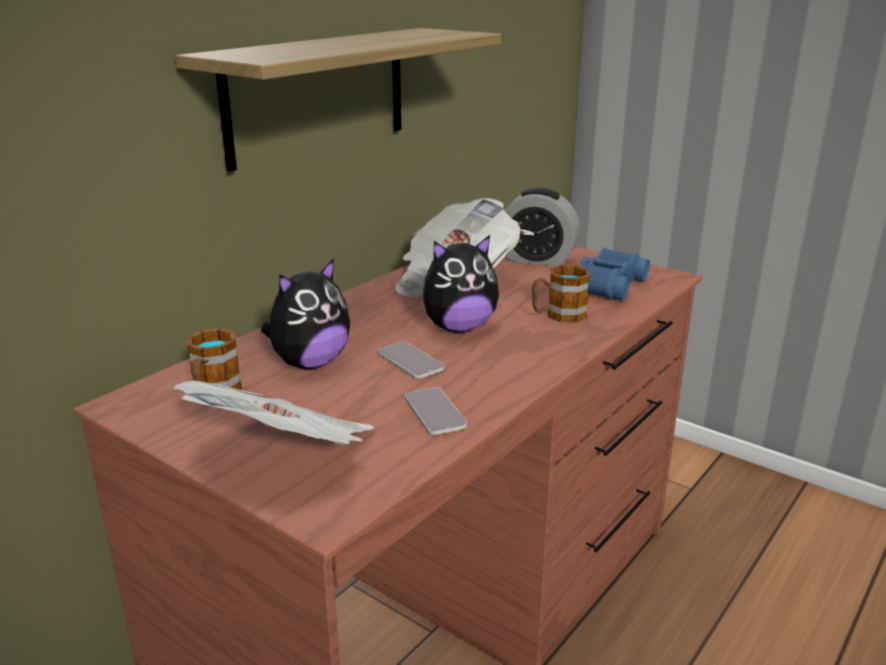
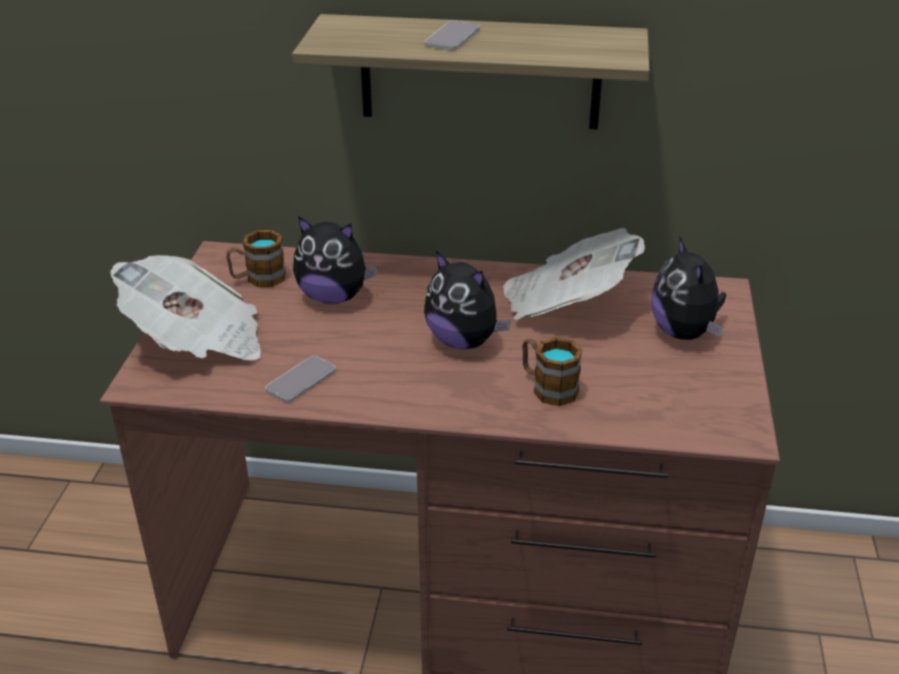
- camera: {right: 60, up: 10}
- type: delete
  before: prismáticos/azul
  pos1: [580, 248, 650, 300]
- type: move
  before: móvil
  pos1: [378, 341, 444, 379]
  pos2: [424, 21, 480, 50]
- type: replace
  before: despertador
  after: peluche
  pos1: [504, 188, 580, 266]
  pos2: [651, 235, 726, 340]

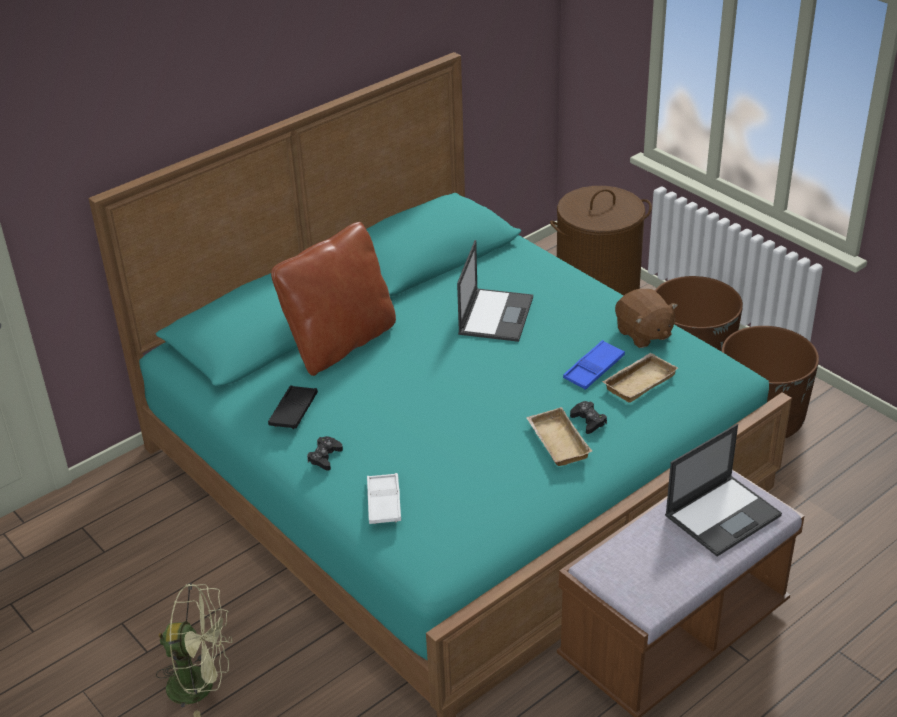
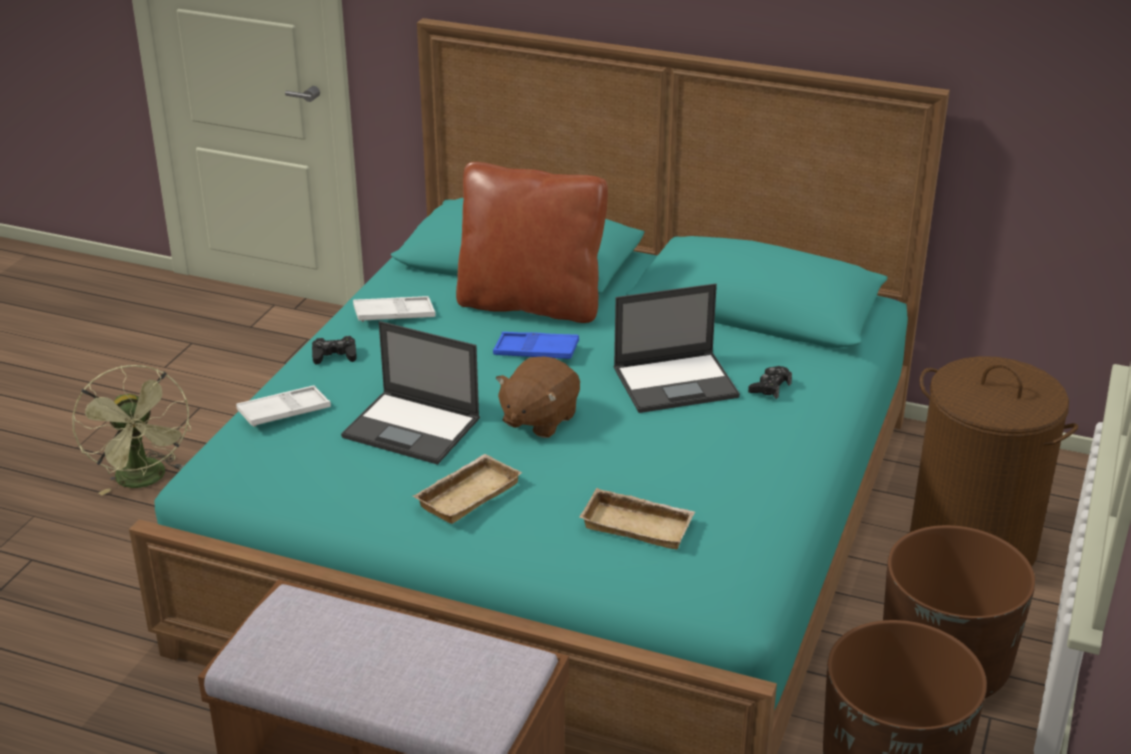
- camera: {right: 60, up: -5}
- type: move
  before: bandeja/azul
  pos1: [563, 340, 625, 390]
  pos2: [493, 332, 579, 359]
- type: move
  before: mando de consola/negro
  pos1: [570, 401, 607, 434]
  pos2: [748, 366, 792, 399]
- type: move
  before: peluche/marrón
  pos1: [615, 289, 678, 348]
  pos2: [496, 357, 580, 438]
- type: move
  before: portátil
  pos1: [665, 424, 782, 557]
  pos2: [341, 321, 480, 465]
- type: recolor
  before: bandeja/negro
  after: bandeja/blanco
  pos1: [268, 385, 318, 429]
  pos2: [353, 296, 436, 322]

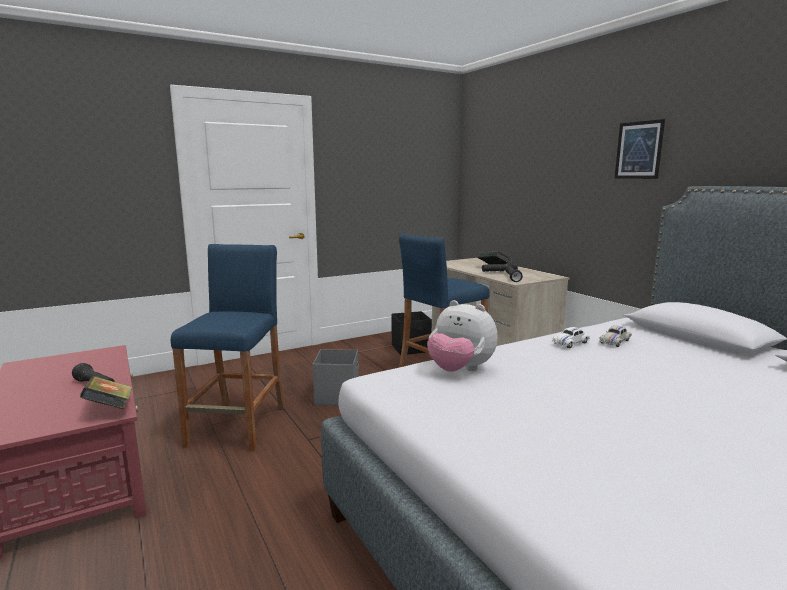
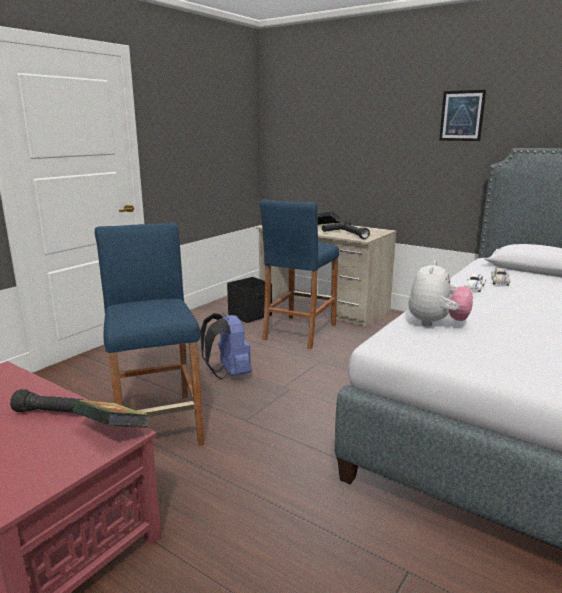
- camera: {right: -25, up: 5}
- type: replace
  before: caja de almacenaje/gris
  after: mochila/azul
  pos1: [313, 349, 359, 406]
  pos2: [200, 312, 252, 379]
- type: rotate
  before: peluche
  pos1: [427, 300, 498, 372]
  pos2: [408, 260, 473, 327]
  turn: -75

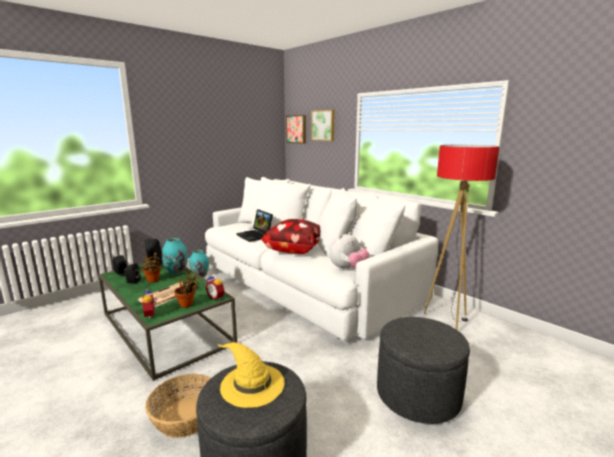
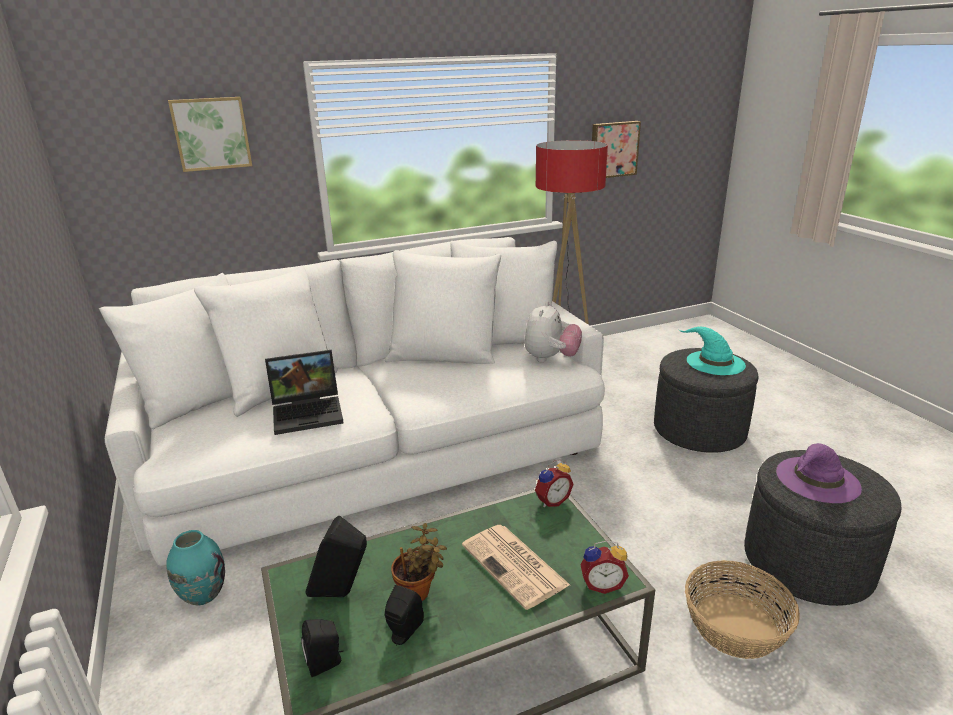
- camera: {right: -70, up: 10}
- type: delete
  before: florero/turquesa
  pos1: [162, 238, 188, 274]
- type: delete
  before: planta en maceta
  pos1: [174, 269, 200, 308]
- type: delete
  before: cojín
  pos1: [260, 219, 320, 254]
- type: insert
  after: sombrero/turquesa
  pos2: [679, 327, 746, 375]
- type: move
  before: cuadro
  pos1: [286, 115, 306, 144]
  pos2: [592, 121, 641, 178]
- type: recolor
  before: sombrero/amarillo
  after: sombrero/morado
  pos1: [218, 342, 285, 408]
  pos2: [776, 443, 862, 503]
- type: rotate
  before: peluche
  pos1: [330, 232, 370, 271]
  pos2: [524, 301, 582, 362]
  turn: 45

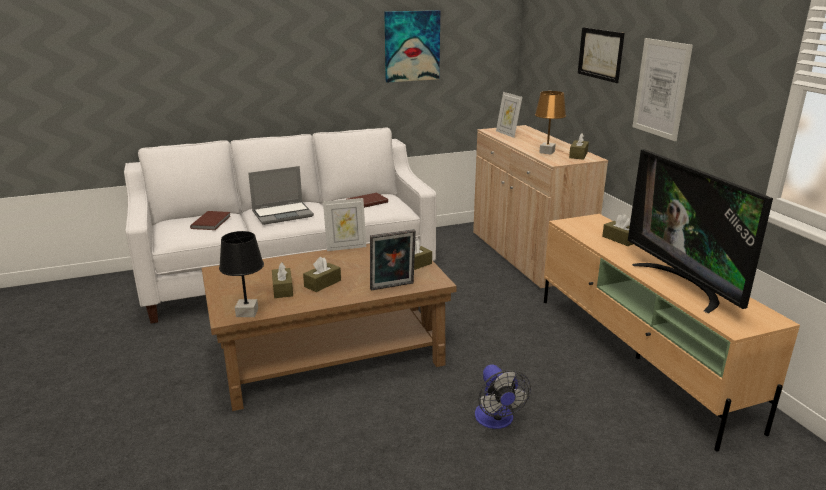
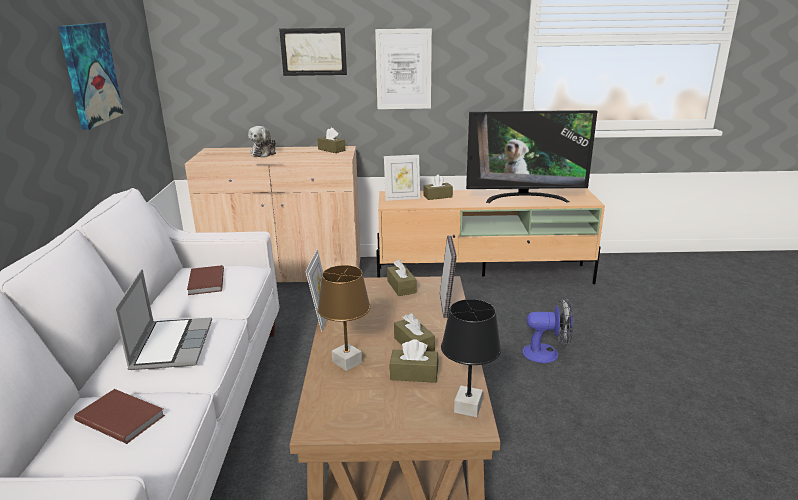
- camera: {right: -70, up: 0}
- type: insert
  after: peluche
  pos2: [248, 126, 276, 157]
- type: move
  before: portarretratos
  pos1: [496, 92, 522, 138]
  pos2: [384, 155, 420, 201]
- type: move
  before: lámpara de mesa/marrón
  pos1: [535, 91, 566, 155]
  pos2: [318, 265, 371, 371]

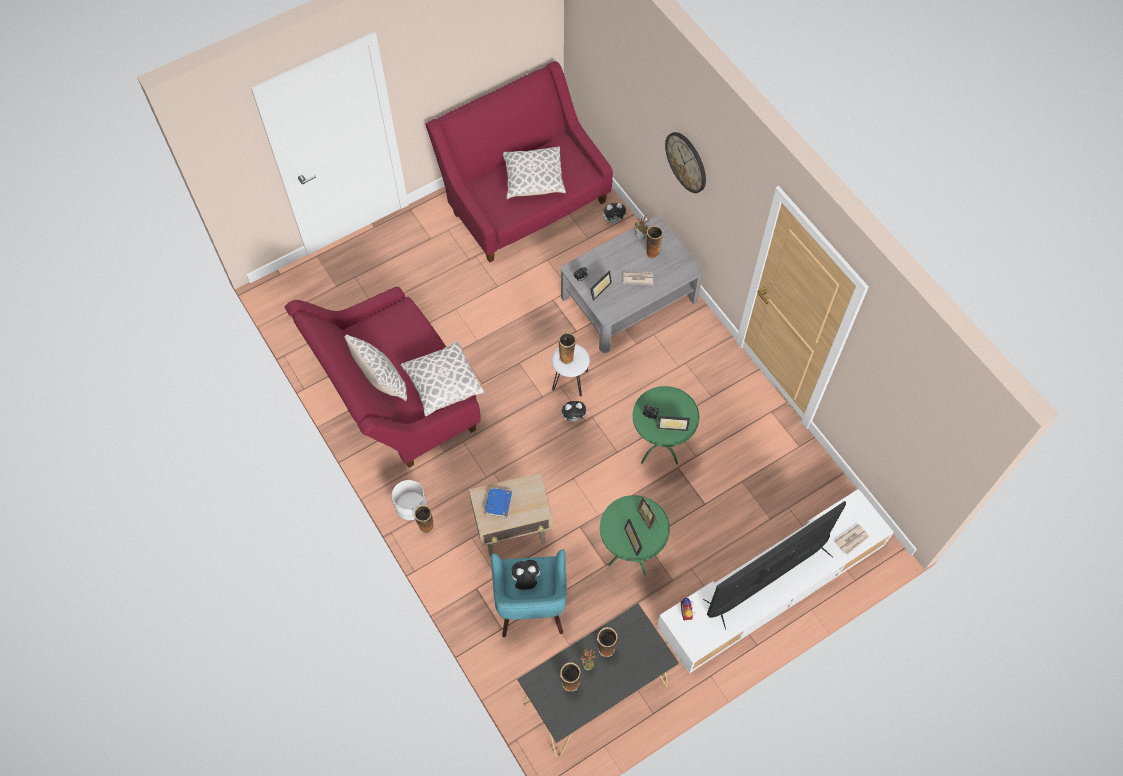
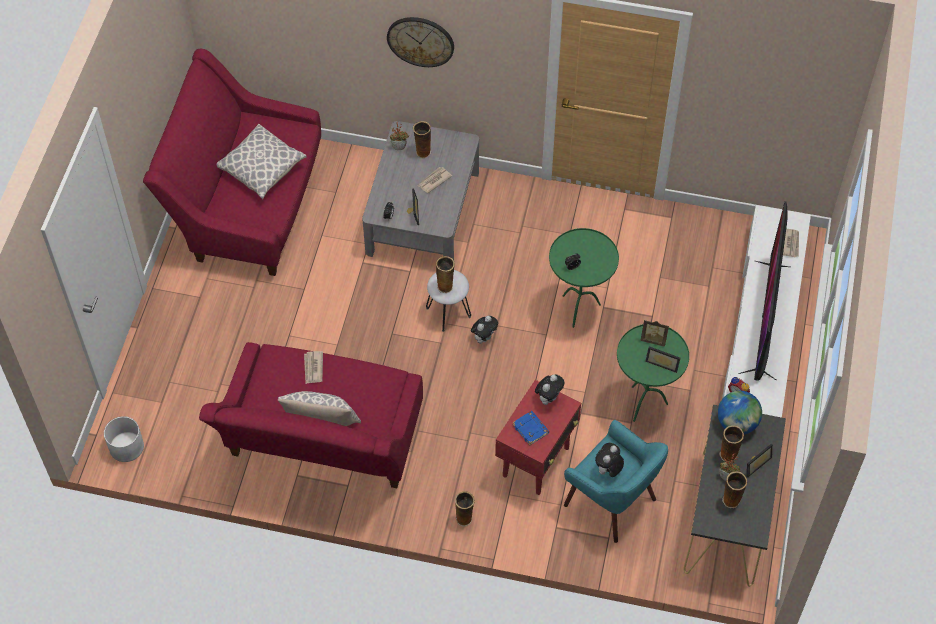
- camera: {right: -45, up: -5}
- type: delete
  before: cojín
  pos1: [401, 341, 485, 417]
- type: insert
  after: periódico
  pos2: [304, 351, 323, 384]
- type: insert
  after: globo terráqueo
  pos2: [718, 391, 762, 434]
- type: move
  before: maceta/blanco
  pos1: [392, 480, 427, 520]
  pos2: [104, 416, 144, 462]
- type: move
  before: peluche
  pos1: [603, 203, 628, 224]
  pos2: [535, 374, 565, 405]
- type: move
  before: portarretratos
  pos1: [657, 416, 690, 431]
  pos2: [747, 444, 773, 477]
- type: recolor
  before: mesa auxiliar/beis
  after: mesa auxiliar/rojo
  pos1: [469, 473, 553, 556]
  pos2: [495, 380, 581, 495]

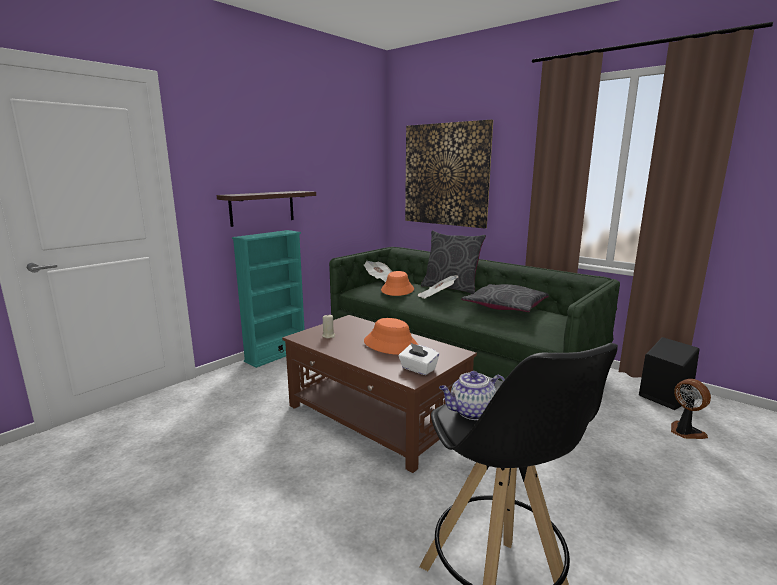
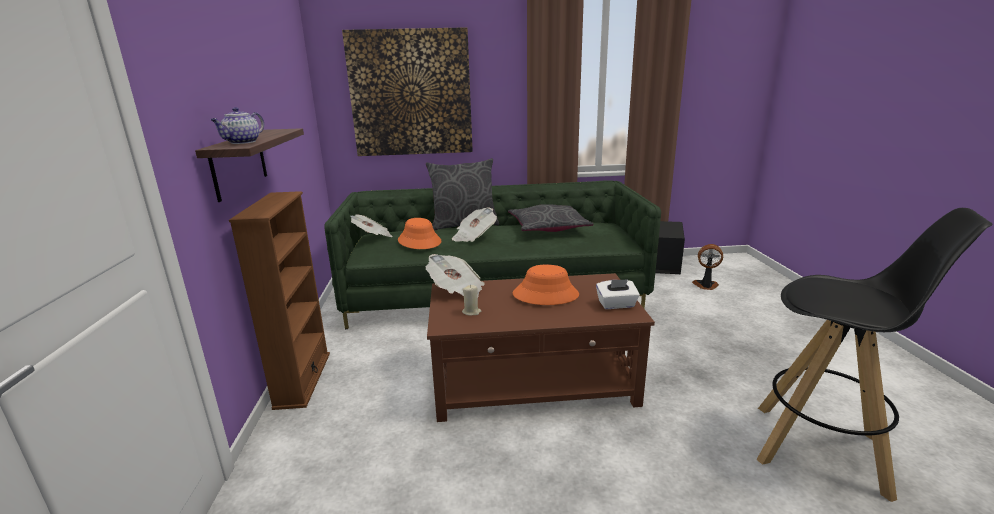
- camera: {right: -45, up: 5}
- type: insert
  after: periódico
  pos2: [426, 254, 485, 296]
- type: move
  before: tetera
  pos1: [439, 371, 505, 420]
  pos2: [210, 107, 264, 144]
- type: recolor
  before: estantería/turquesa
  after: estantería/marrón
  pos1: [232, 230, 305, 368]
  pos2: [229, 191, 330, 410]

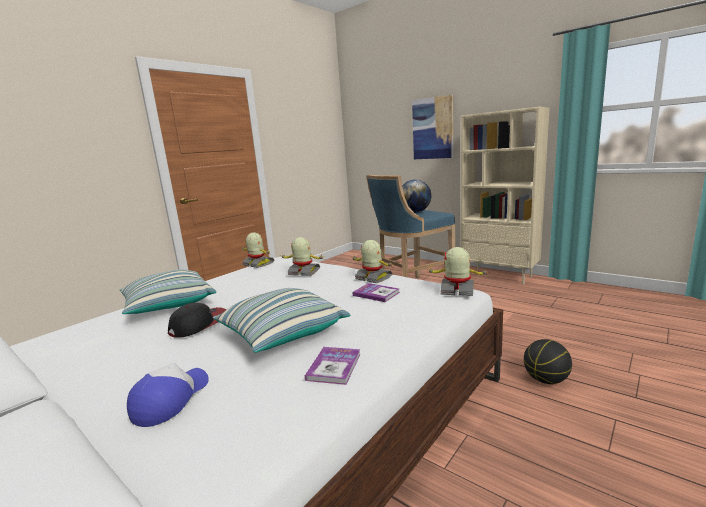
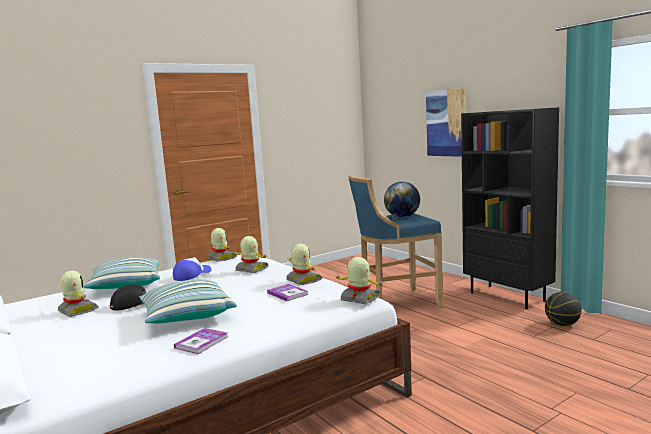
- camera: {right: 15, up: -5}
- type: insert
  after: robot de juguete
  pos2: [58, 271, 99, 317]
- type: move
  before: gorra
  pos1: [127, 363, 209, 427]
  pos2: [173, 257, 212, 281]
- type: move
  before: balón de baloncesto
  pos1: [524, 339, 572, 384]
  pos2: [545, 292, 582, 326]
- type: recolor
  before: estantería/beis
  after: estantería/negro
  pos1: [461, 107, 550, 285]
  pos2: [461, 107, 559, 309]

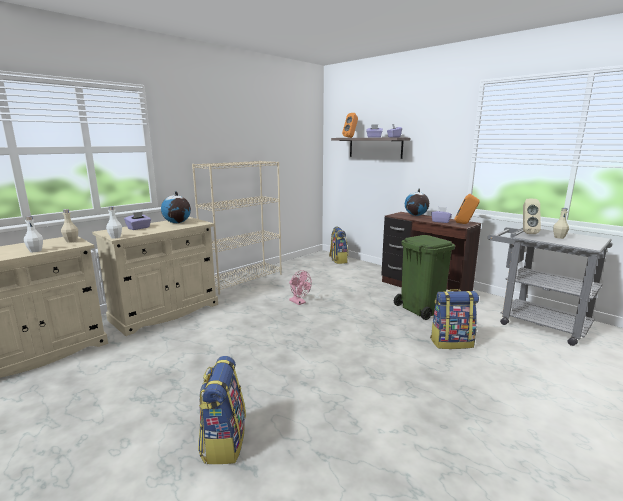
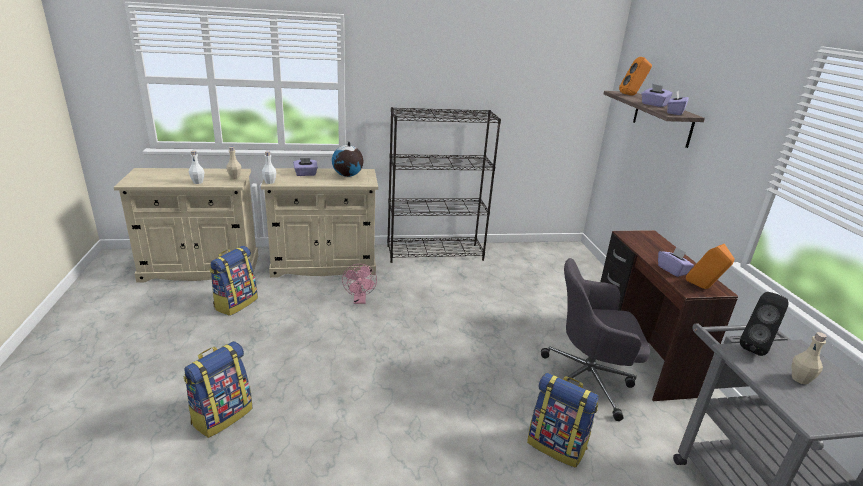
- camera: {right: 35, up: 10}
- type: delete
  before: globo terráqueo
  pos1: [405, 189, 429, 216]
- type: move
  before: ventilador/rosa
  pos1: [289, 270, 312, 305]
  pos2: [342, 264, 377, 304]
- type: move
  before: mochila
  pos1: [329, 227, 348, 264]
  pos2: [209, 246, 258, 316]
- type: replace
  before: papelera/verde
  after: silla de oficina/gris
  pos1: [394, 235, 455, 320]
  pos2: [541, 258, 650, 421]
- type: recolor
  before: estantería/beis
  after: estantería/negro
  pos1: [192, 161, 282, 295]
  pos2: [387, 107, 501, 263]
- type: recolor
  before: altavoz/beis
  after: altavoz/negro
  pos1: [523, 199, 541, 234]
  pos2: [740, 292, 788, 356]

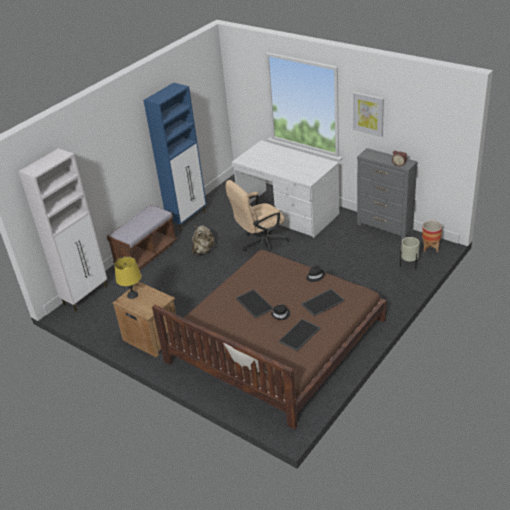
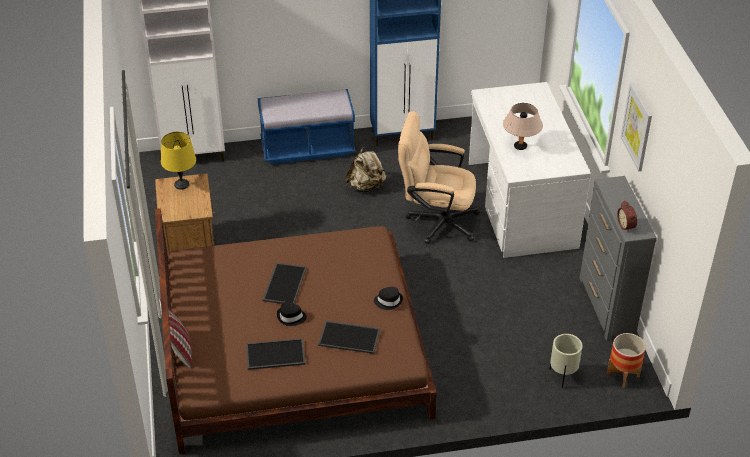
- camera: {right: 40, up: 5}
- type: insert
  after: lámpara de mesa/beis
  pos2: [503, 103, 543, 150]
- type: recolor
  before: banco/marrón
  after: banco/azul
  pos1: [107, 205, 177, 270]
  pos2: [258, 89, 355, 164]

